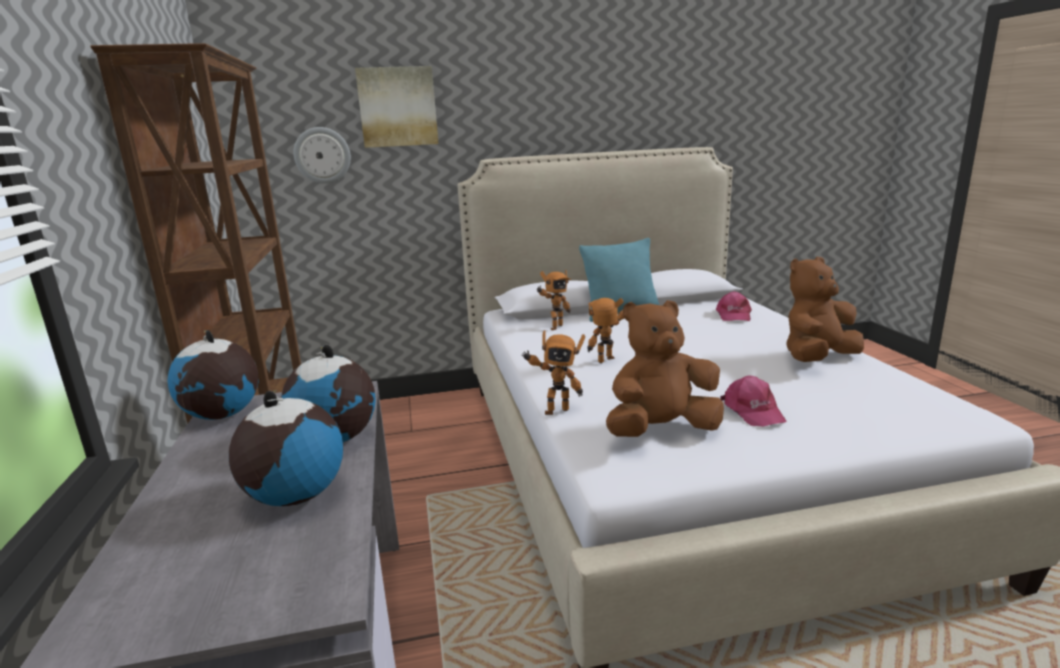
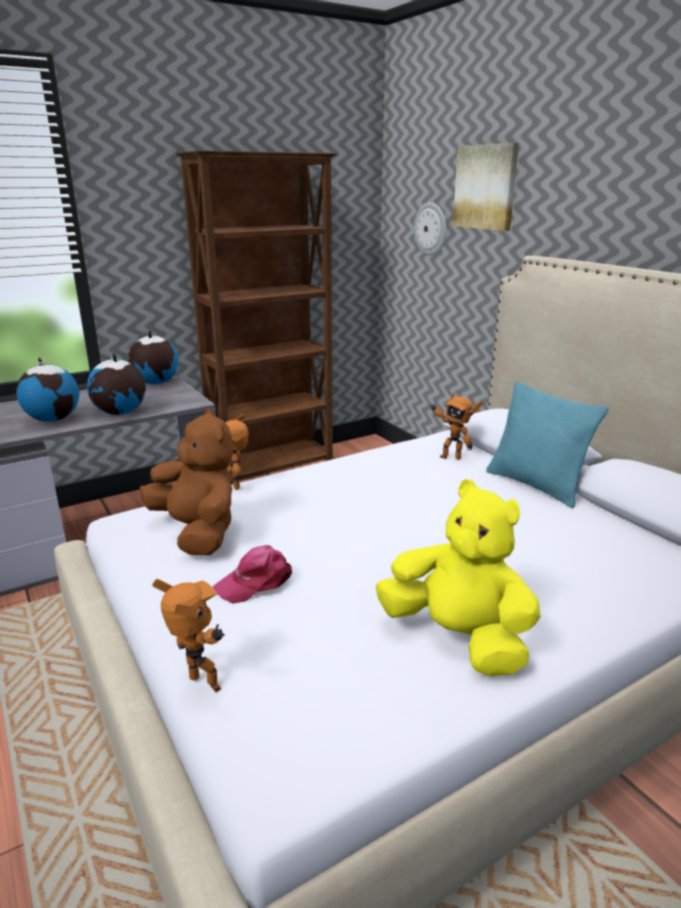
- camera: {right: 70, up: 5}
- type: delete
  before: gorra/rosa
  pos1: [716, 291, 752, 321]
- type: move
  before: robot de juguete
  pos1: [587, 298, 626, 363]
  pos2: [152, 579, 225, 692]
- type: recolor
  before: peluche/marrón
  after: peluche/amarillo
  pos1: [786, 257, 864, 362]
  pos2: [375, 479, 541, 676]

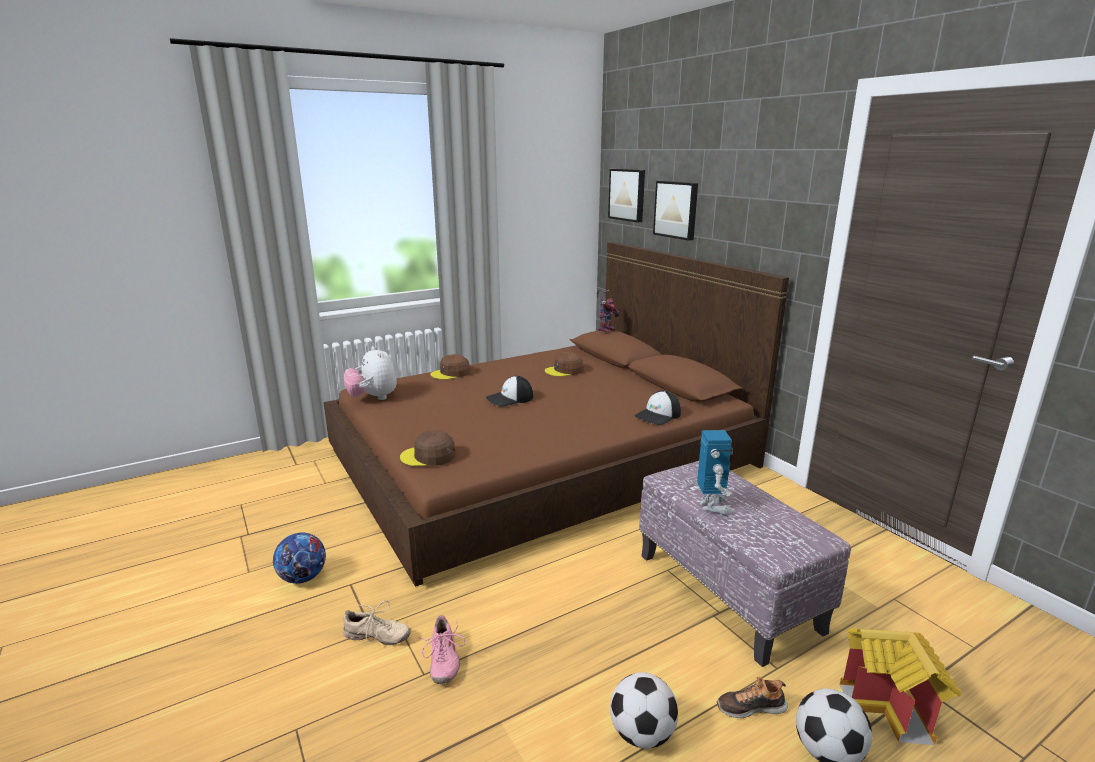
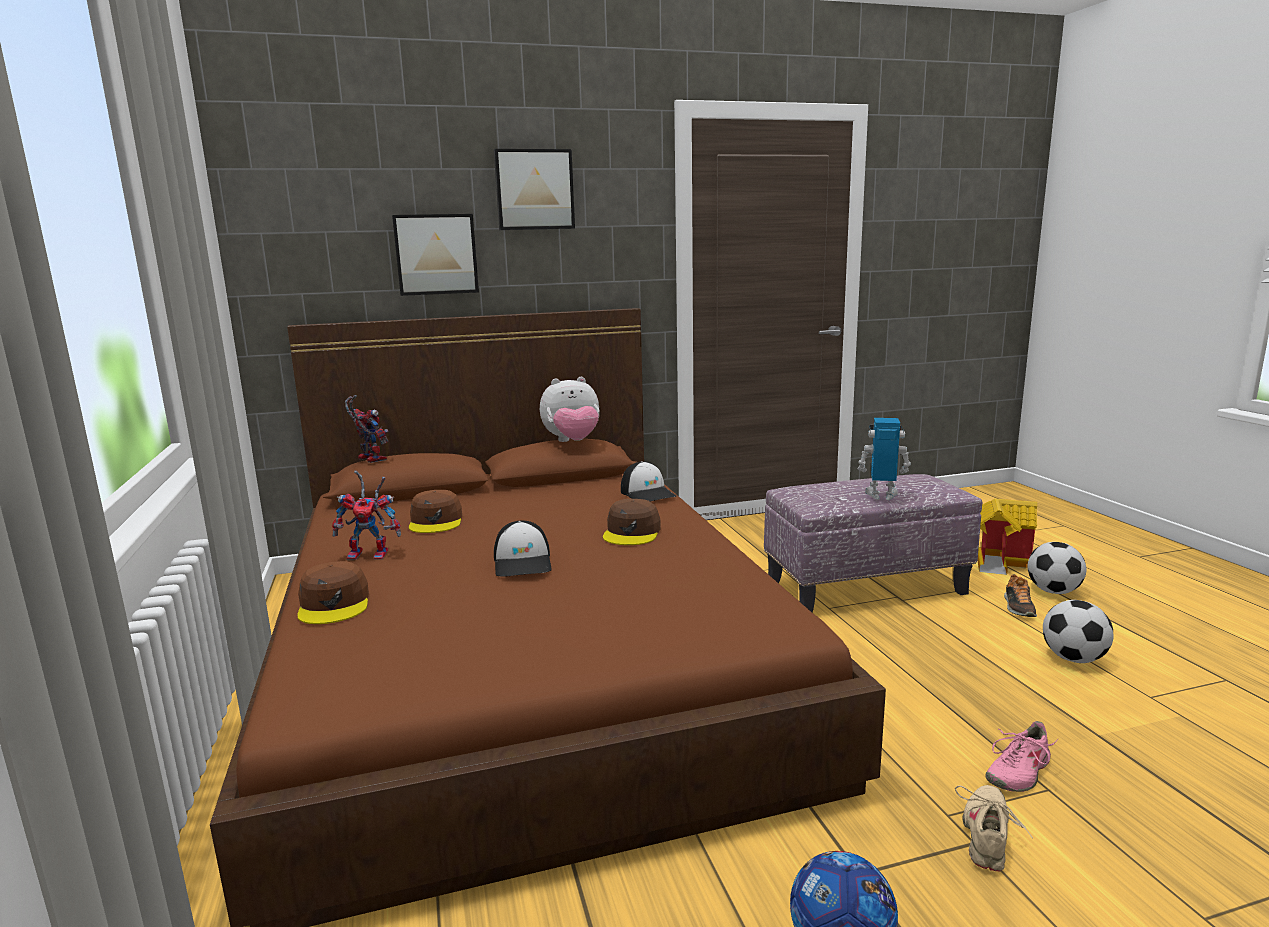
- camera: {right: -75, up: -5}
- type: insert
  after: robot de juguete
  pos2: [332, 470, 401, 560]
- type: move
  before: peluche
  pos1: [344, 346, 397, 400]
  pos2: [540, 377, 600, 442]
- type: move
  before: gorra/marrón
  pos1: [400, 430, 455, 466]
  pos2: [603, 499, 661, 545]
- type: move
  before: cuadro
  pos1: [608, 169, 645, 223]
  pos2: [494, 149, 575, 230]
- type: rotate
  before: zapato/rosa
  pos1: [418, 615, 465, 684]
  pos2: [985, 721, 1059, 792]
  turn: 135

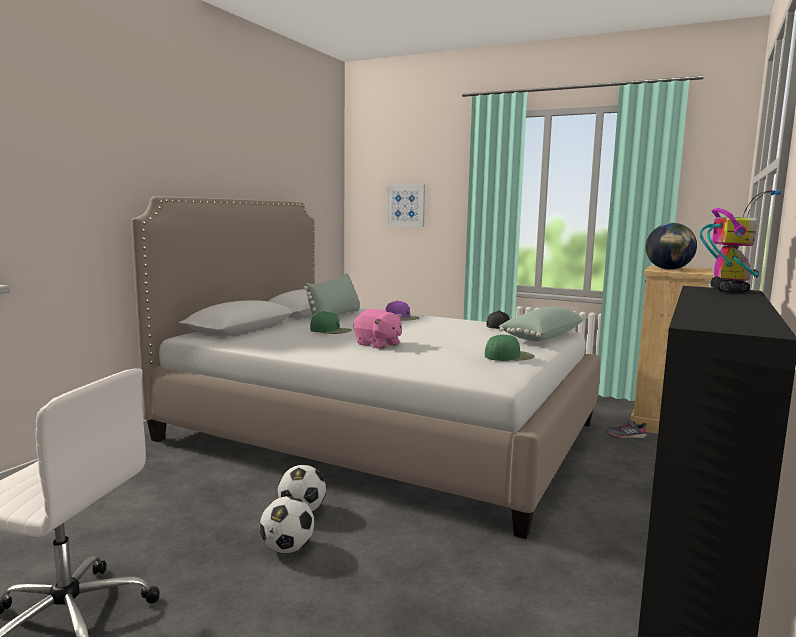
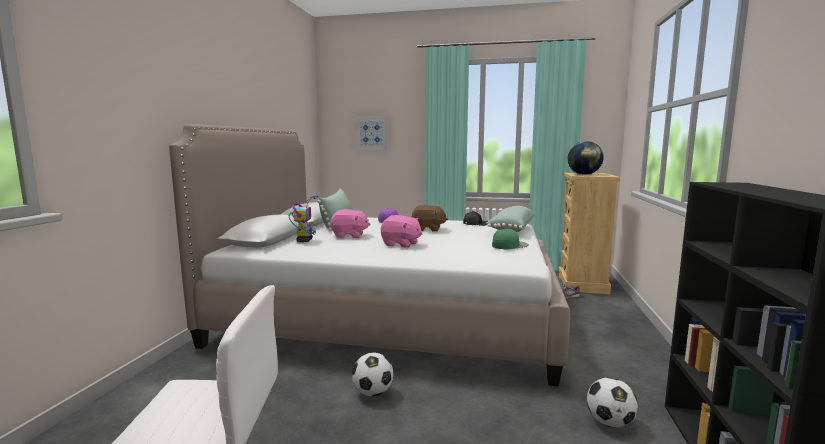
- camera: {right: -15, up: 0}
- type: insert
  after: peluche/marrón
  pos2: [412, 205, 448, 232]
- type: move
  before: balón de fútbol
  pos1: [260, 496, 314, 553]
  pos2: [587, 377, 638, 428]
- type: move
  before: robot de juguete
  pos1: [700, 190, 781, 293]
  pos2: [289, 196, 318, 242]
- type: replace
  before: gorra/verde
  after: peluche/rosa
  pos1: [310, 311, 352, 334]
  pos2: [331, 209, 370, 238]

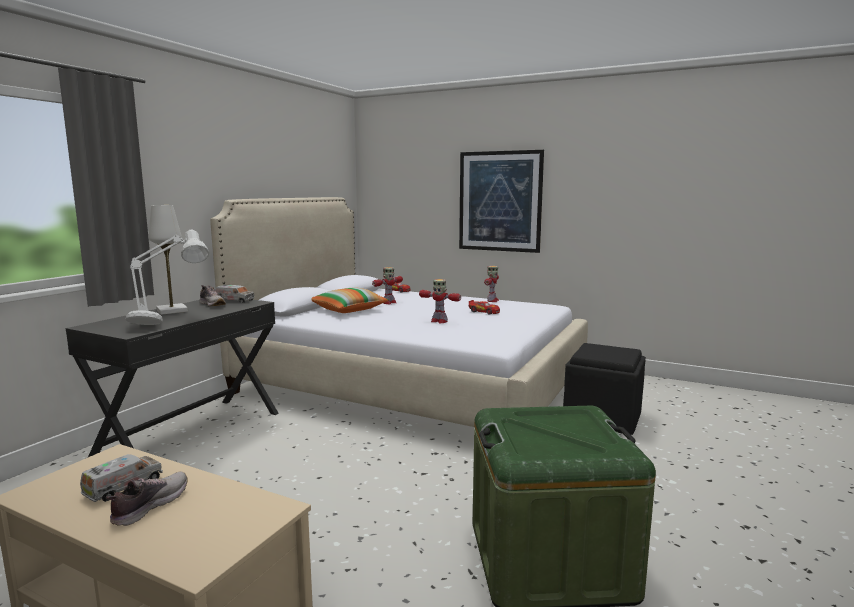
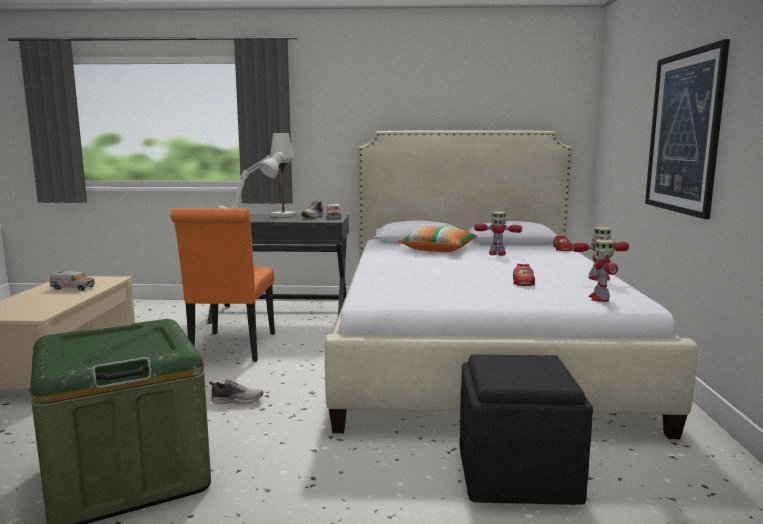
- camera: {right: 65, up: 0}
- type: insert
  after: silla/naranja
  pos2: [170, 208, 275, 362]
- type: move
  before: zapato
  pos1: [106, 471, 188, 526]
  pos2: [209, 380, 263, 404]
- type: move
  before: robot de juguete
  pos1: [419, 279, 461, 323]
  pos2: [589, 239, 618, 302]

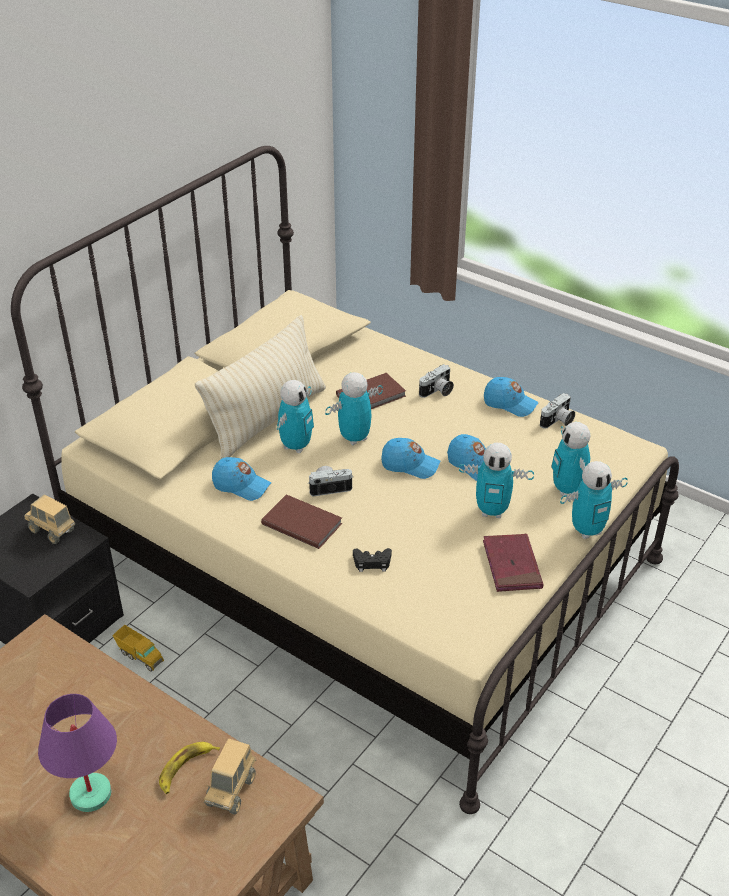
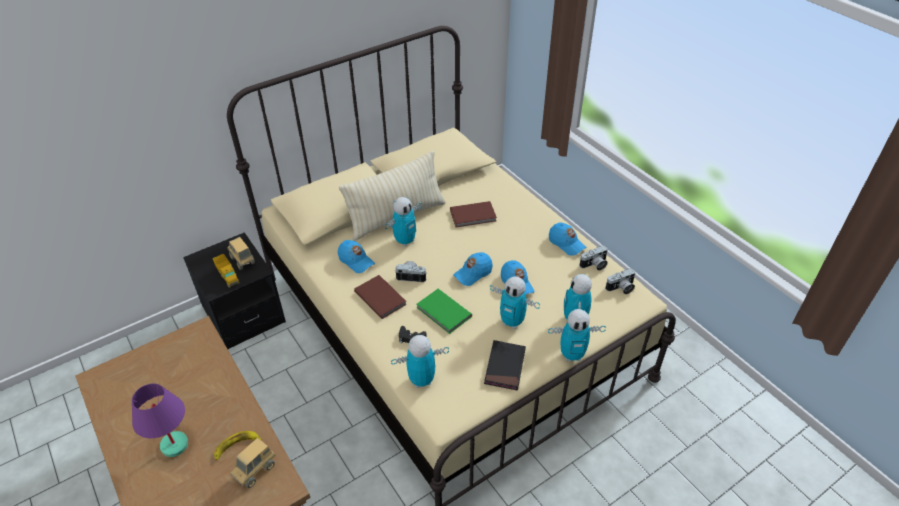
- camera: {right: 20, up: 5}
- type: insert
  after: libro/verde
  pos2: [417, 289, 472, 334]
- type: move
  before: camión de juguete
  pos1: [112, 625, 164, 672]
  pos2: [212, 254, 240, 288]
- type: move
  before: robot de juguete
  pos1: [325, 372, 383, 445]
  pos2: [391, 335, 449, 388]
- type: move
  before: cámara
  pos1: [419, 364, 454, 398]
  pos2: [605, 268, 635, 294]
- type: recolor
  before: libro/rojo
  after: libro/negro
  pos1: [483, 534, 544, 592]
  pos2: [484, 340, 526, 390]
- type: rotate
  before: gorra/azul
  pos1: [381, 438, 440, 479]
  pos2: [453, 252, 493, 286]
  turn: 105

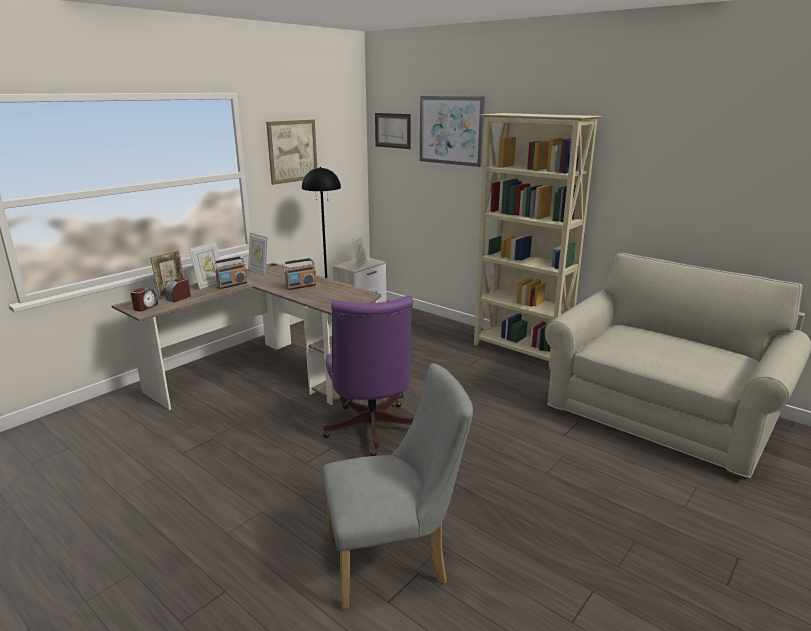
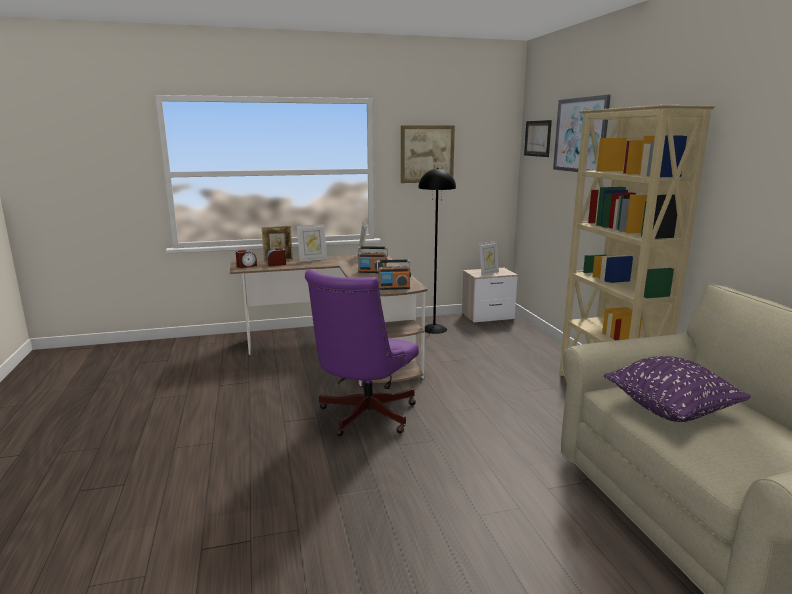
- camera: {right: 35, up: -5}
- type: delete
  before: silla/gris
  pos1: [322, 363, 473, 609]
- type: insert
  after: cojín/morado
  pos2: [604, 356, 751, 422]
- type: move
  before: radio
  pos1: [212, 256, 247, 289]
  pos2: [377, 260, 411, 290]

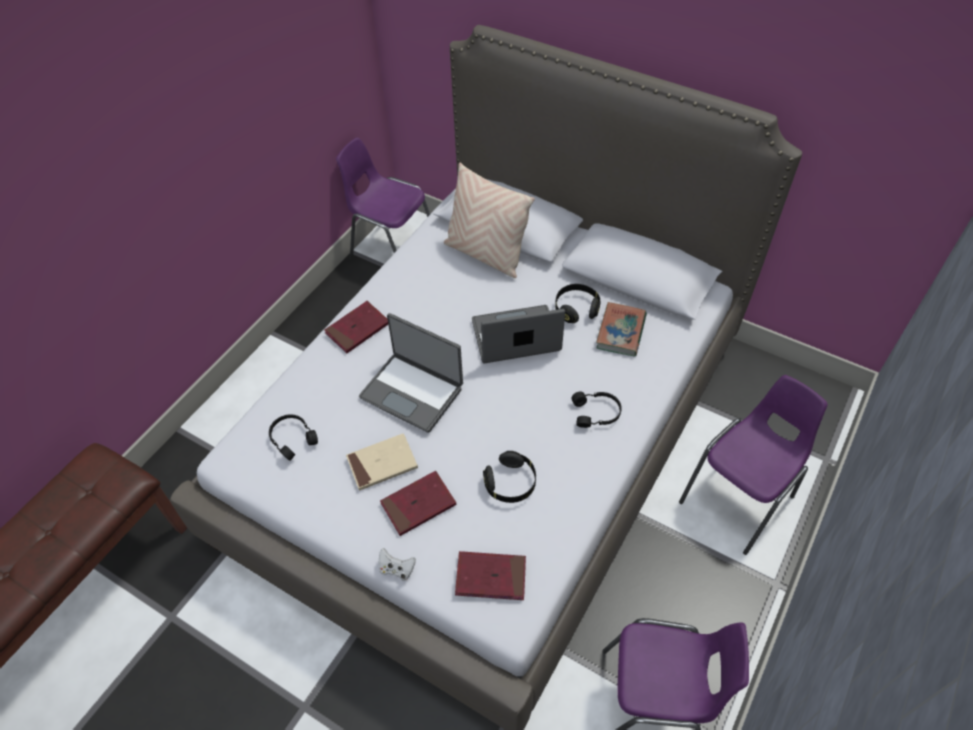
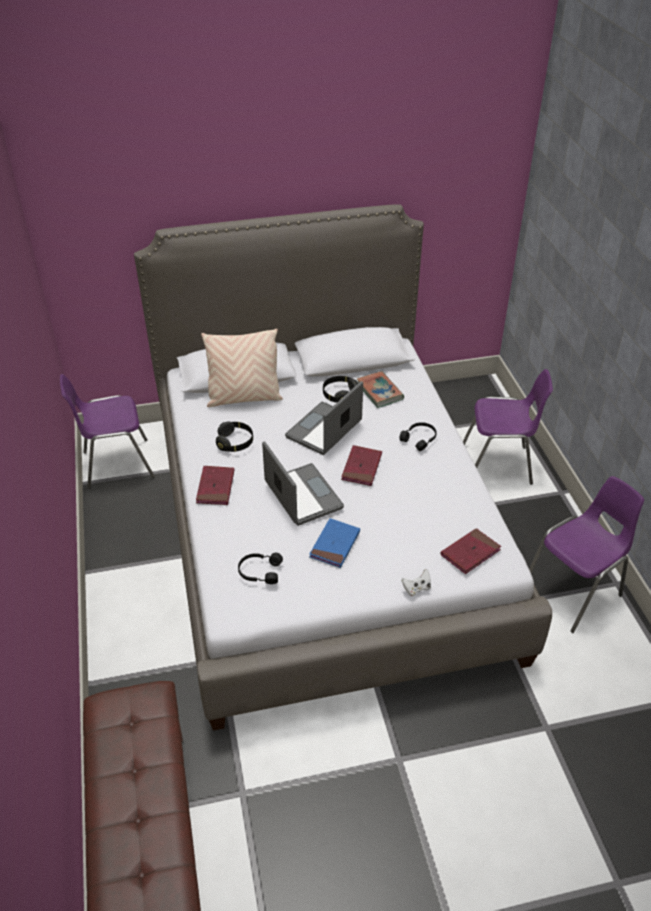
- camera: {right: -45, up: -10}
- type: move
  before: libro/rojo
  pos1: [380, 471, 456, 536]
  pos2: [341, 445, 382, 486]
- type: move
  before: auriculares/negro
  pos1: [483, 451, 536, 503]
  pos2: [216, 422, 253, 452]
- type: recolor
  before: libro/beis
  after: libro/azul
  pos1: [346, 433, 418, 491]
  pos2: [309, 518, 360, 568]
- type: rotate
  before: portátil
  pos1: [359, 313, 463, 433]
  pos2: [262, 442, 344, 526]
  turn: -105
- type: rotate
  before: silla/morado
  pos1: [679, 375, 827, 555]
  pos2: [463, 369, 553, 485]
  turn: 90

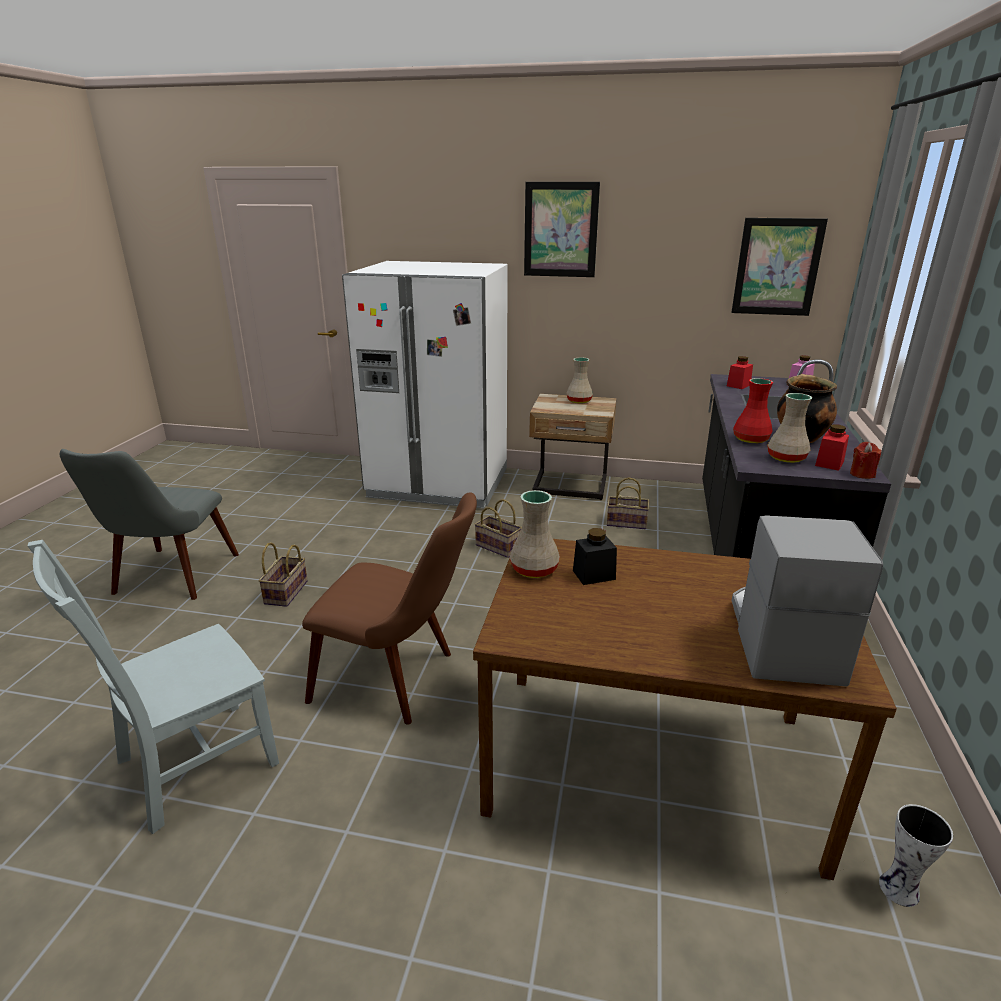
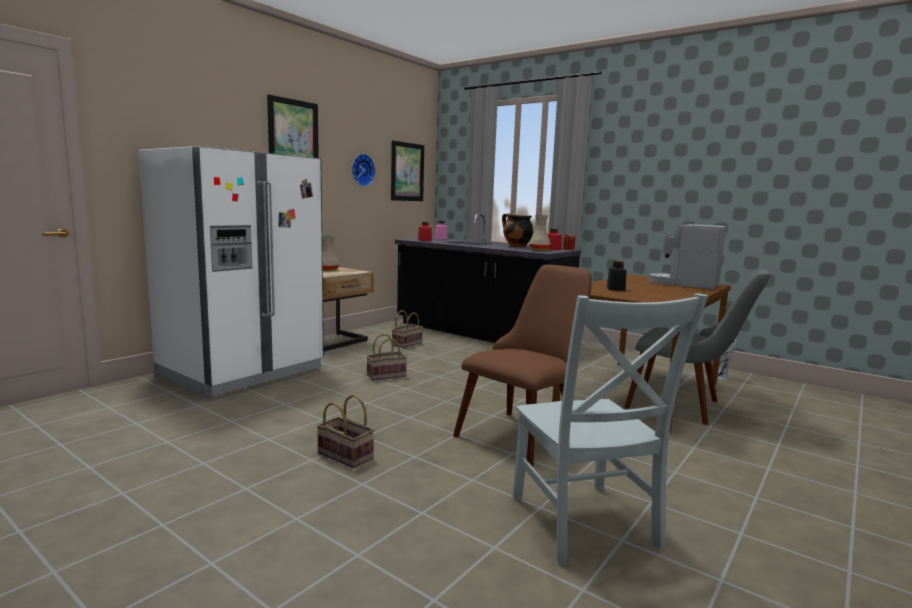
- camera: {right: -65, up: -15}
- type: delete
  before: florero/beis
  pos1: [509, 490, 560, 578]
- type: delete
  before: florero/rojo
  pos1: [733, 378, 773, 443]
- type: insert
  after: reloj de pared
  pos2: [352, 154, 375, 187]
- type: move
  before: silla/gris
  pos1: [60, 449, 239, 600]
  pos2: [625, 270, 771, 425]

